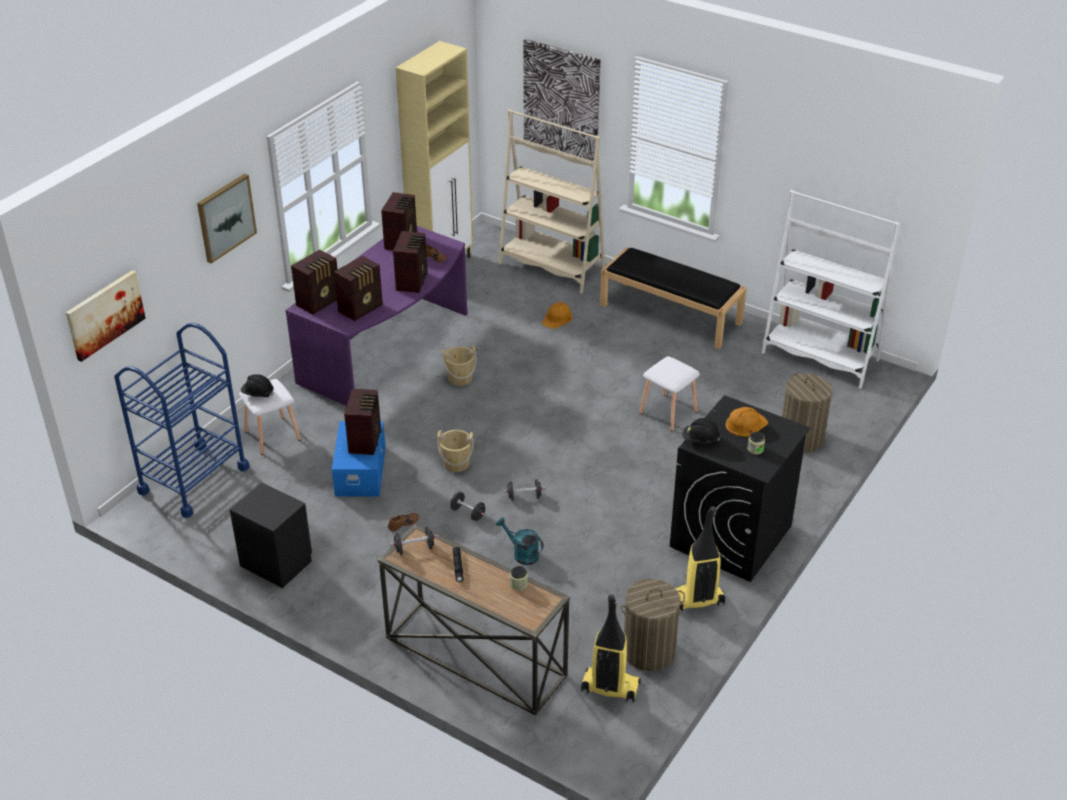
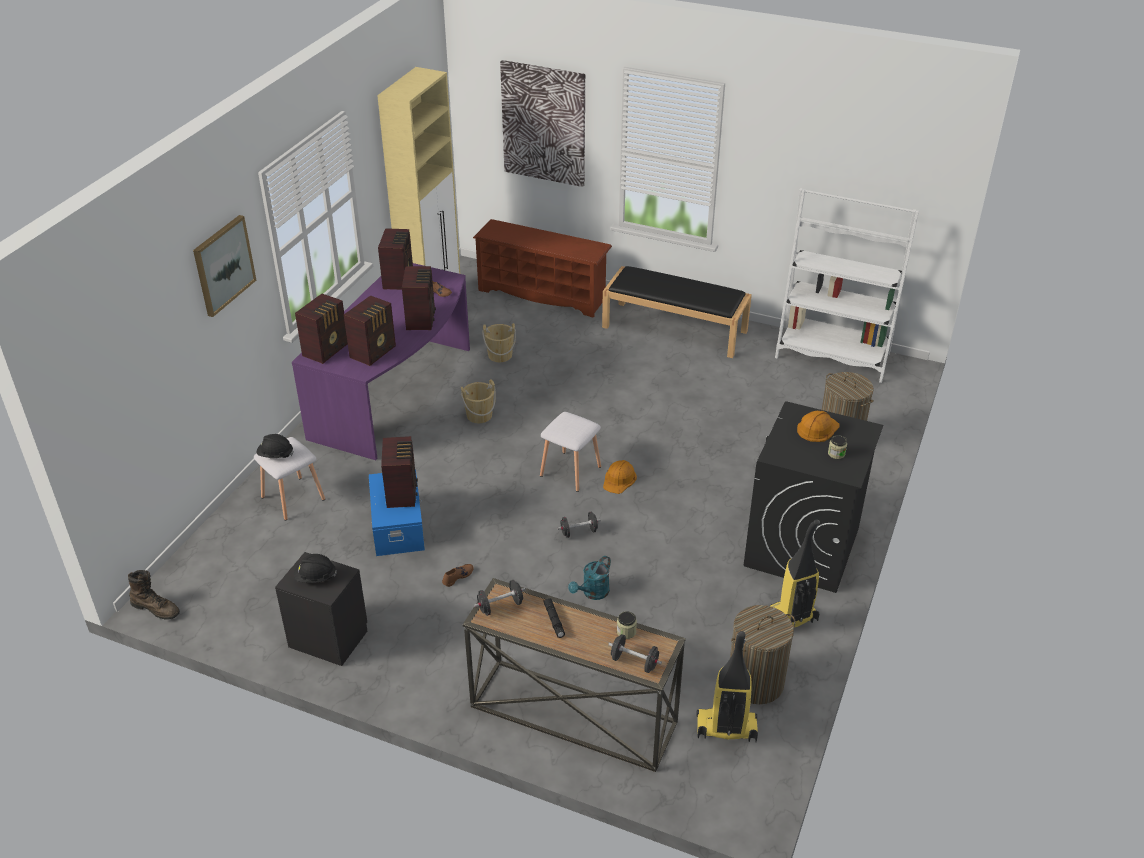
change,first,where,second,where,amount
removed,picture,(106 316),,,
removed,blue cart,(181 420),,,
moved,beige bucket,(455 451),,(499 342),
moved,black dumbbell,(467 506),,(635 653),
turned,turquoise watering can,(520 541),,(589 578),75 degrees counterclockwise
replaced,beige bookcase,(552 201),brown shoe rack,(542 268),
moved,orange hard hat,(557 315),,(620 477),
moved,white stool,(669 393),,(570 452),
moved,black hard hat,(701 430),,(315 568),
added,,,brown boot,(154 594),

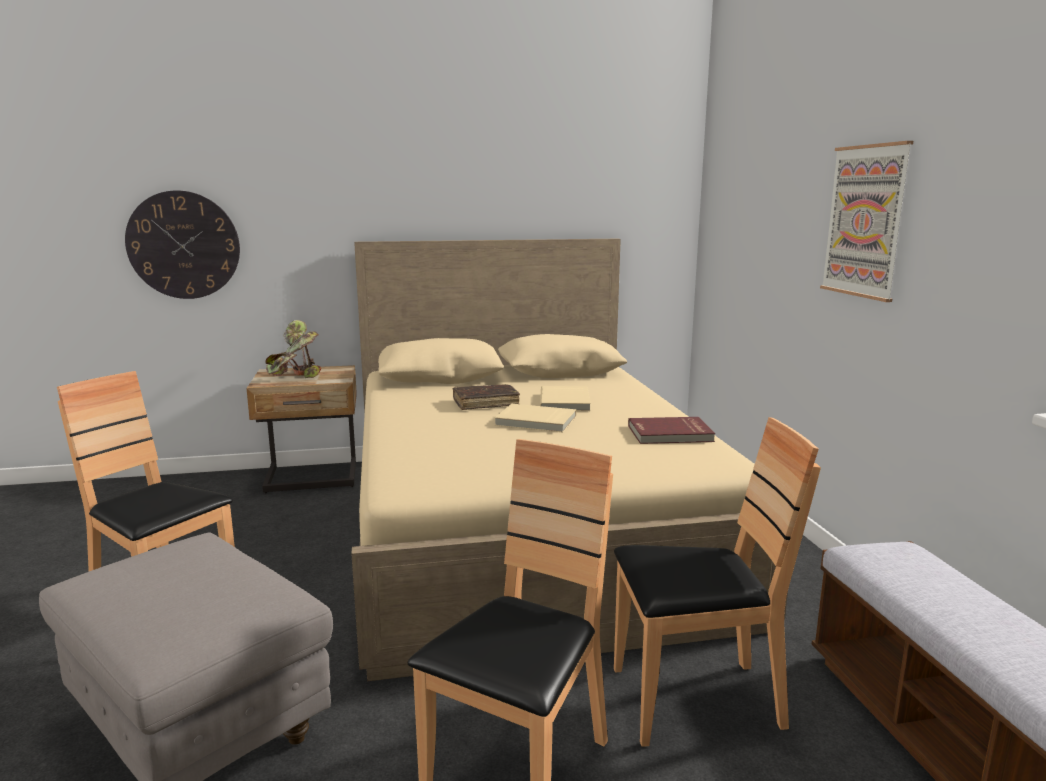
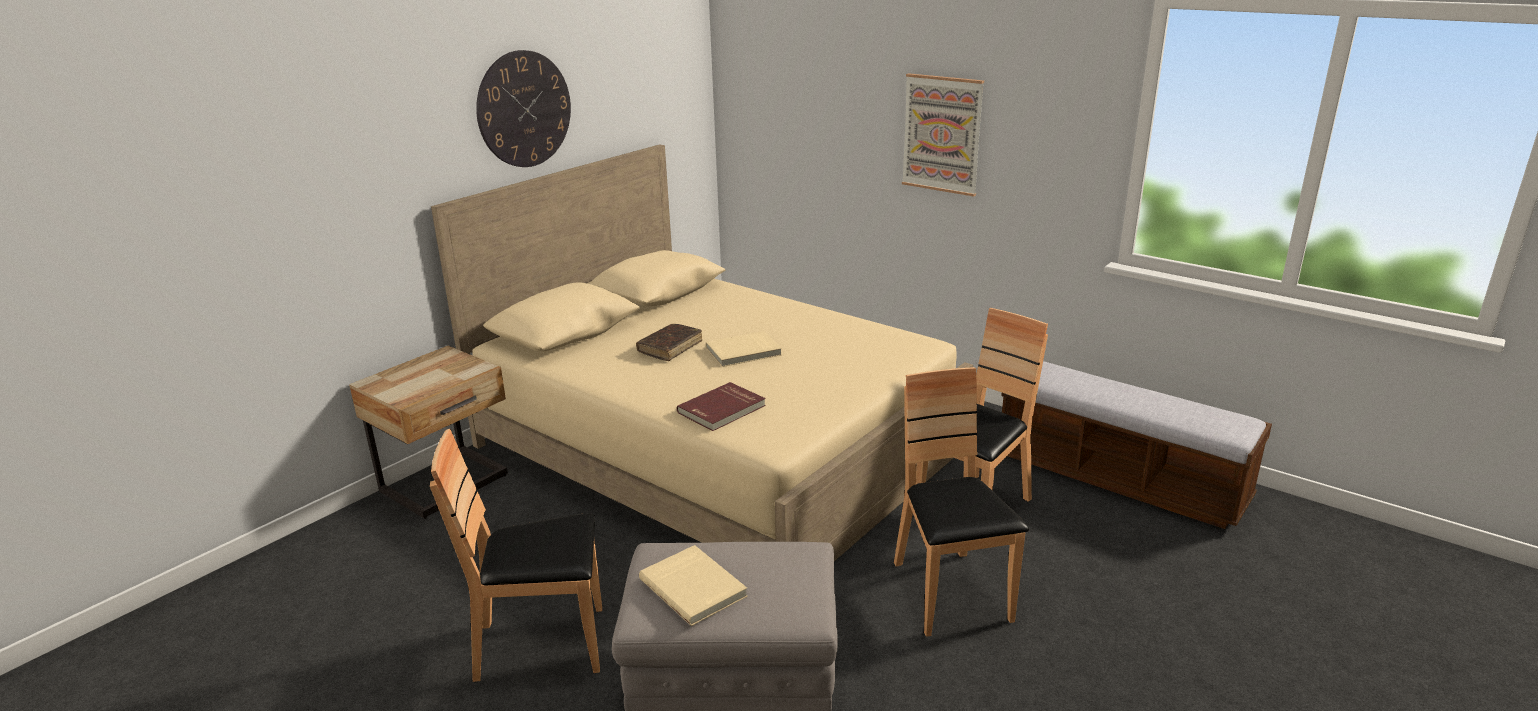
change,first,where,second,where,amount
moved,wall clock,(182 245),,(523 108),
removed,potted plant,(293 349),,,
moved,beige book,(565 398),,(693 585),
moved,red book,(671 430),,(721 406),

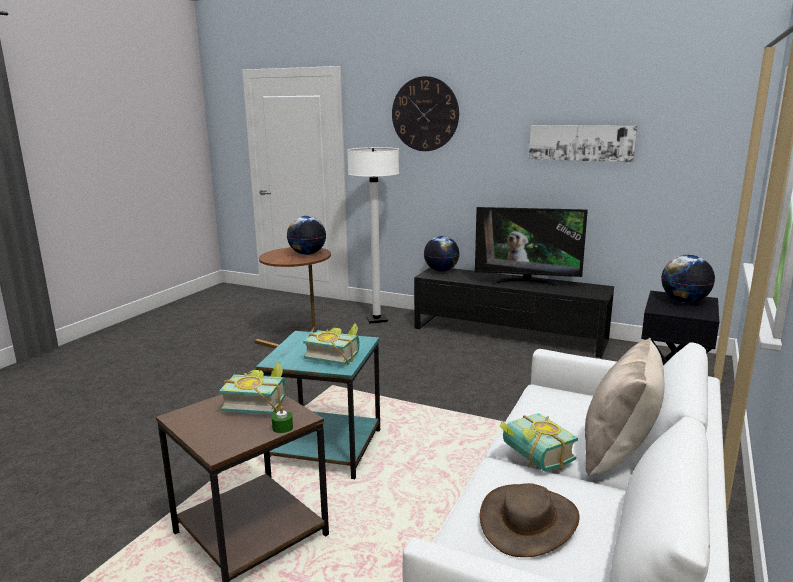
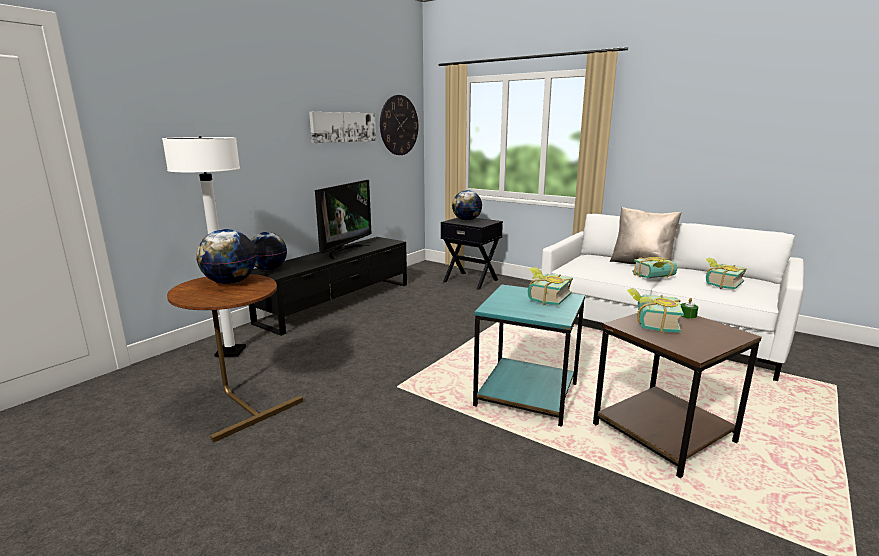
change,first,where,second,where,amount
moved,wall clock,(425 113),,(399 125),
replaced,brown hat,(529 520),book,(726 273),

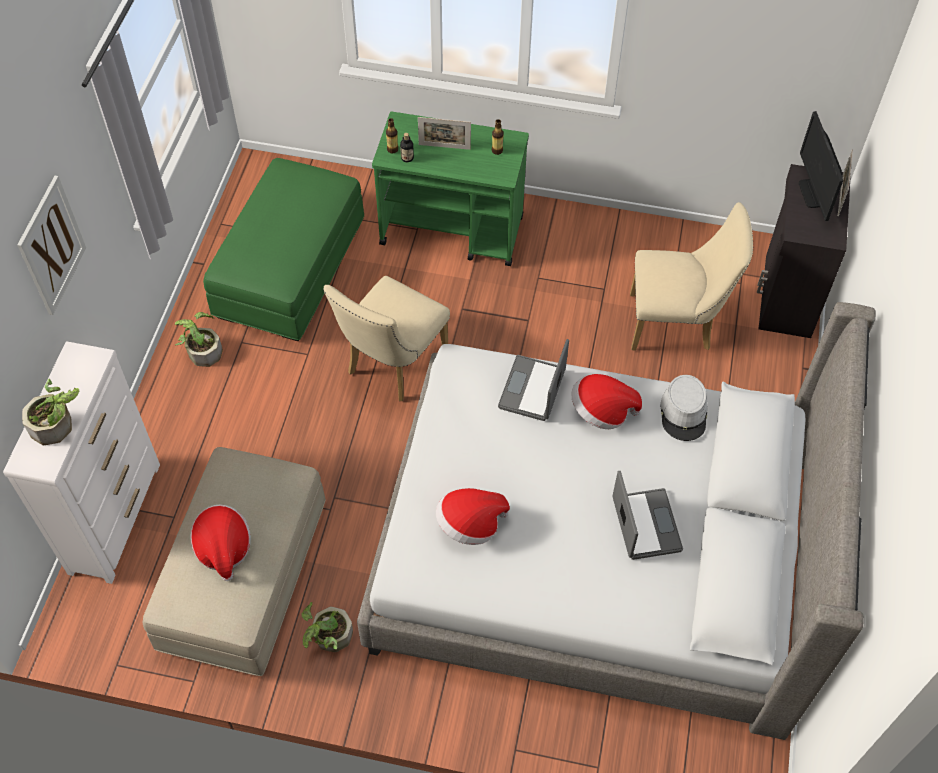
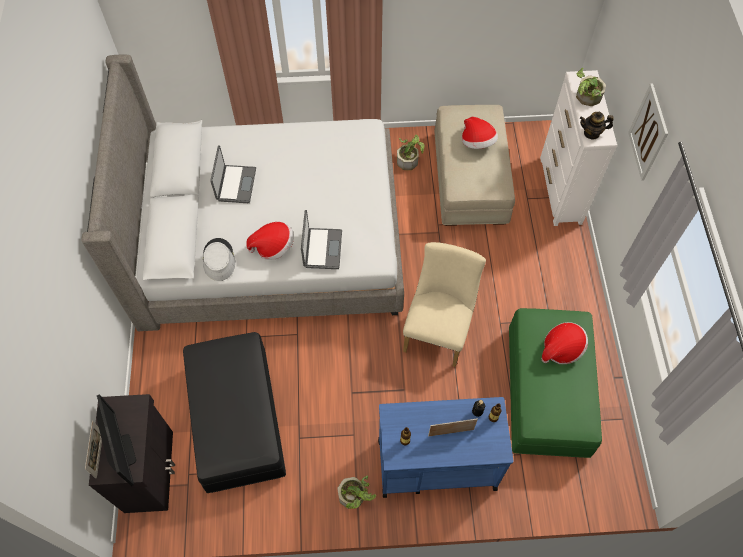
change,first,where,second,where,amount
moved,potted plant,(199 339),,(356 492),
recoloured,green cart,(450 189),blue cart,(445 447),
moved,hat,(473 516),,(564 343),
turned,laptop,(647 515),,(233 174),150 degrees counterclockwise
replaced,beige chair,(691 276),black ottoman,(234 412),
added,,,teapot,(597 125),

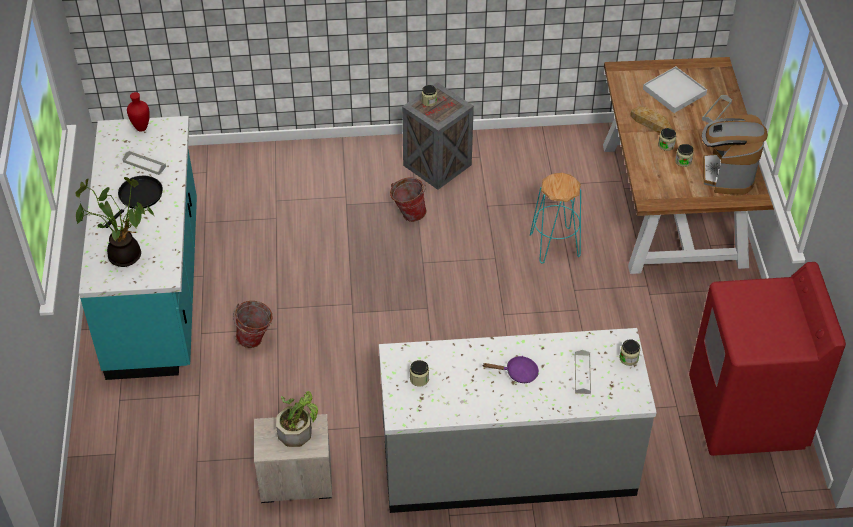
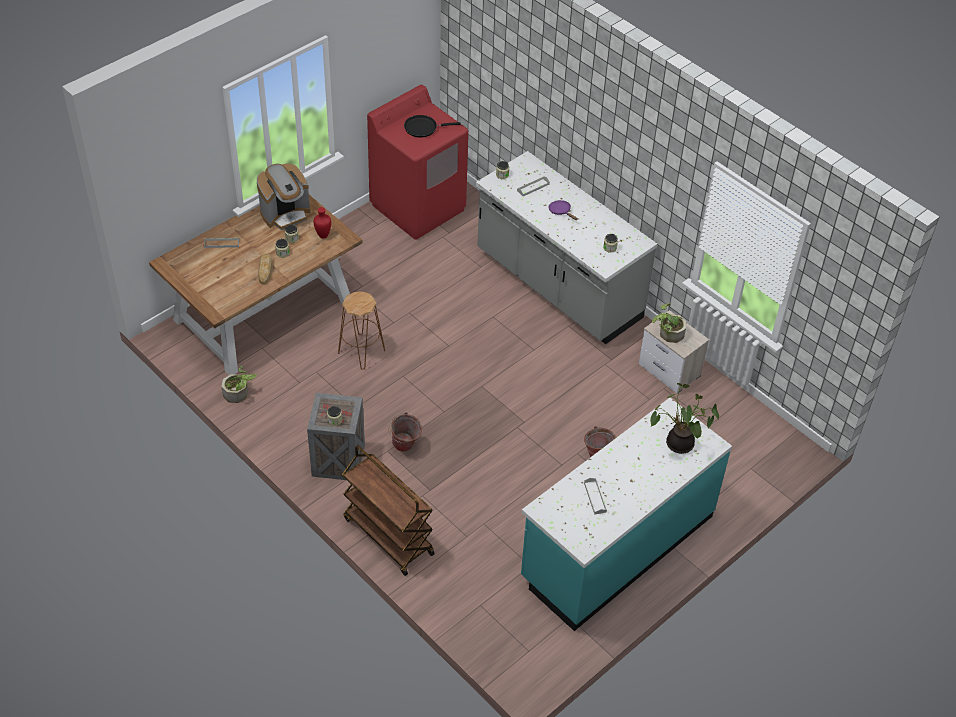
change,first,where,second,where,amount
moved,black frying pan,(133 201),,(432 126),
moved,red vase,(138 112),,(322 223),
recoloured,turquoise stool,(555 218),brown stool,(361 330),
removed,white tray,(675 89),,,
added,,,potted plant,(239 384),
added,,,brown cart,(388 510),

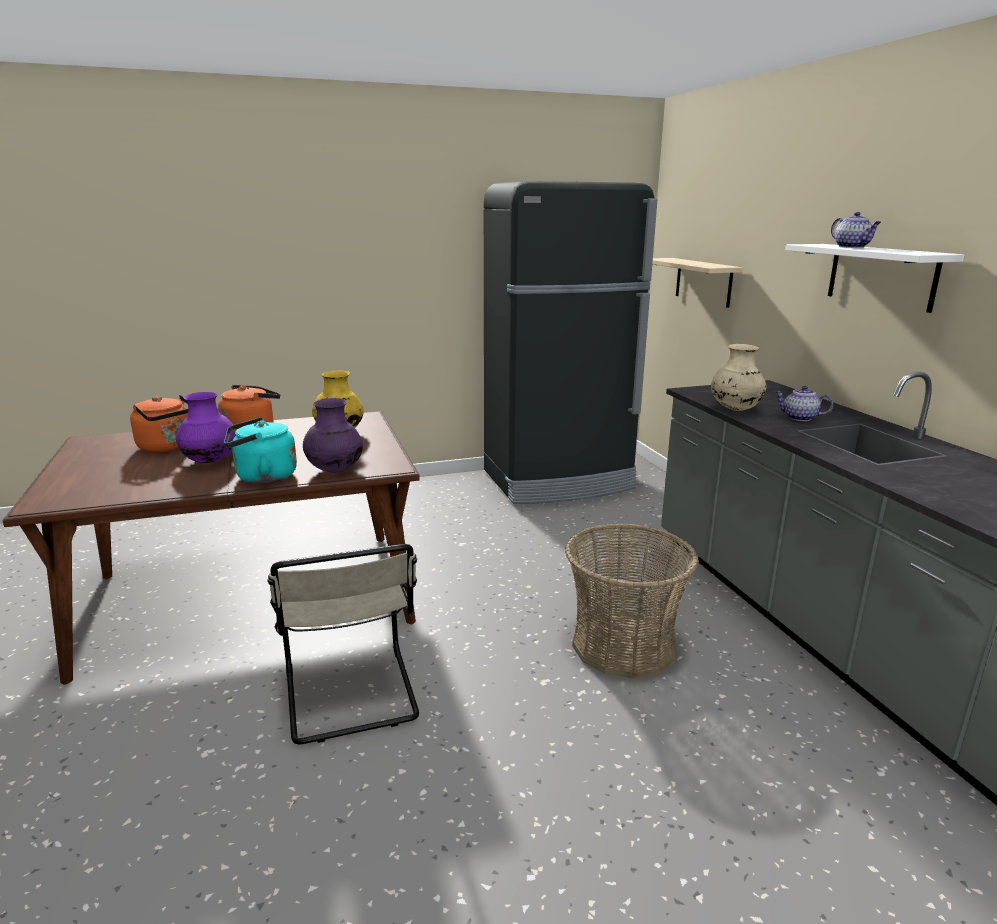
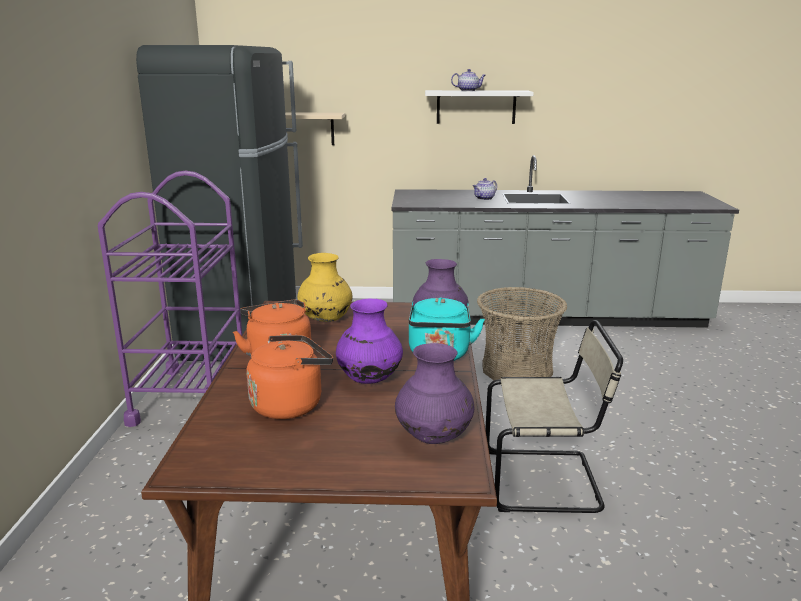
change,first,where,second,where,amount
removed,beige vase,(739 377),,,
added,,,purple cart,(170 299),
added,,,purple vase,(434 393),

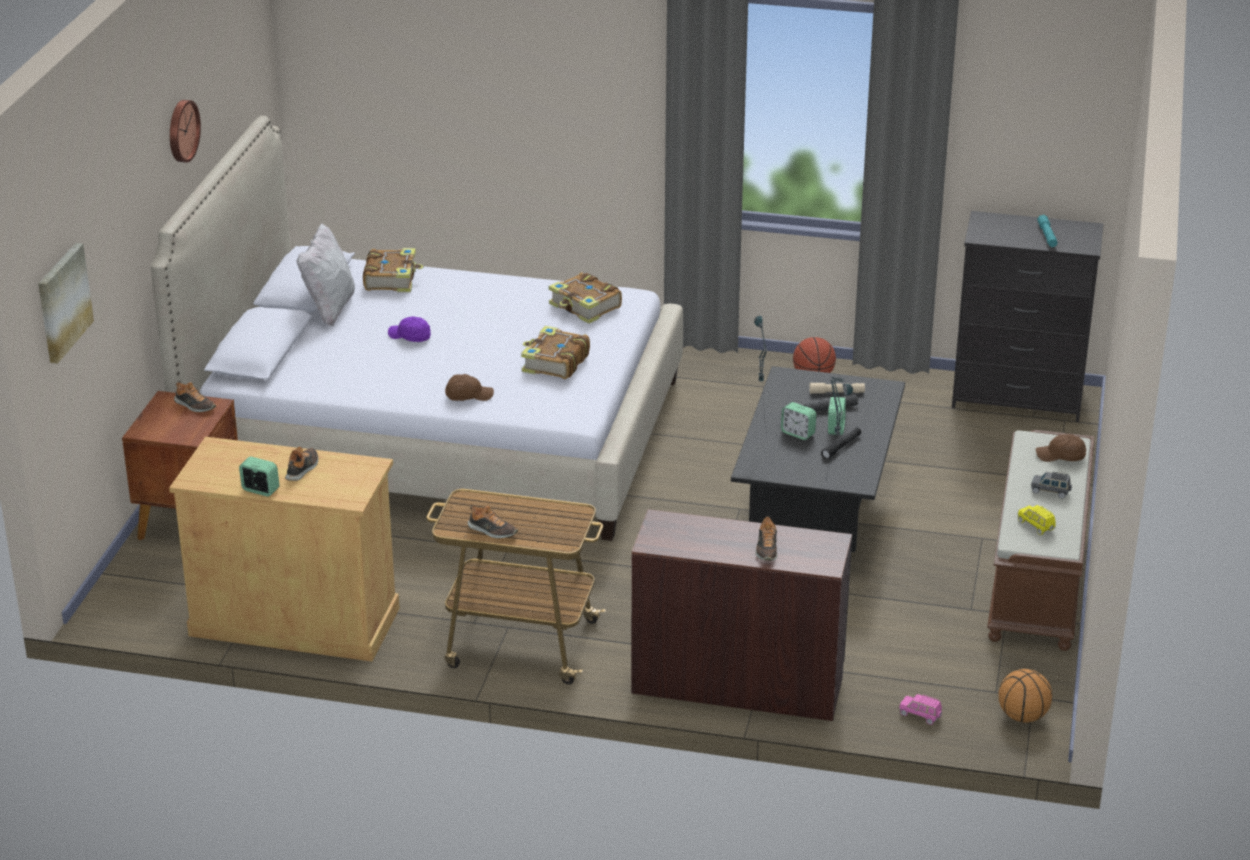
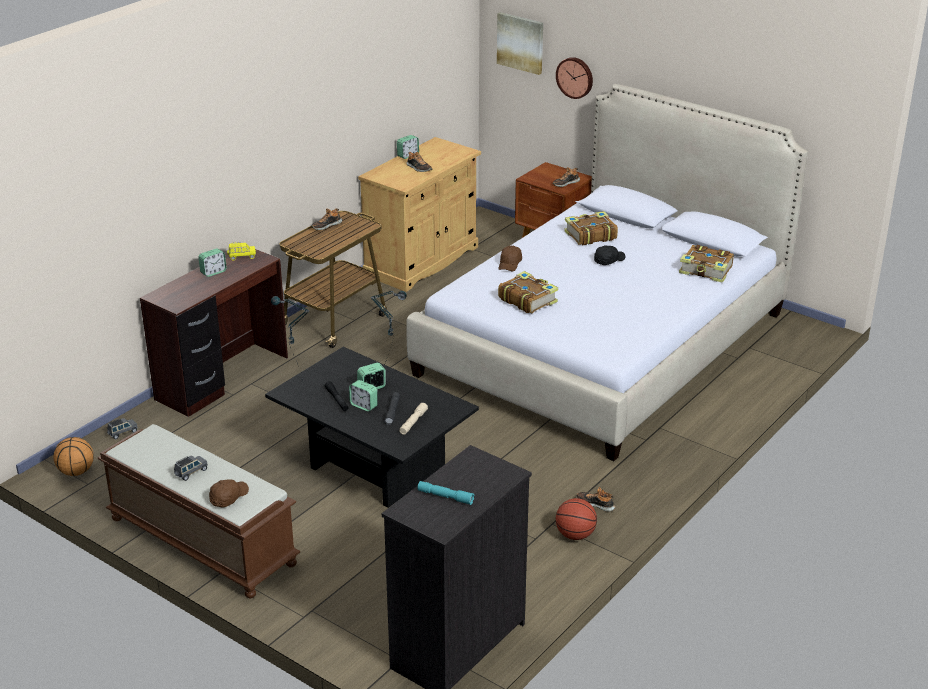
change,first,where,second,where,amount
moved,wall clock,(185 131),,(574 78),
removed,white pillow,(325 274),,,
recoloured,purple cap,(409 329),black cap,(610 255),
moved,book,(585 298),,(591 228),
moved,shoe,(766 538),,(595 499),
recoloured,pink toy car,(920 709),grey toy car,(122 428),
moved,yellow toy car,(1037 520),,(241 251),
added,,,alarm clock,(212 262),

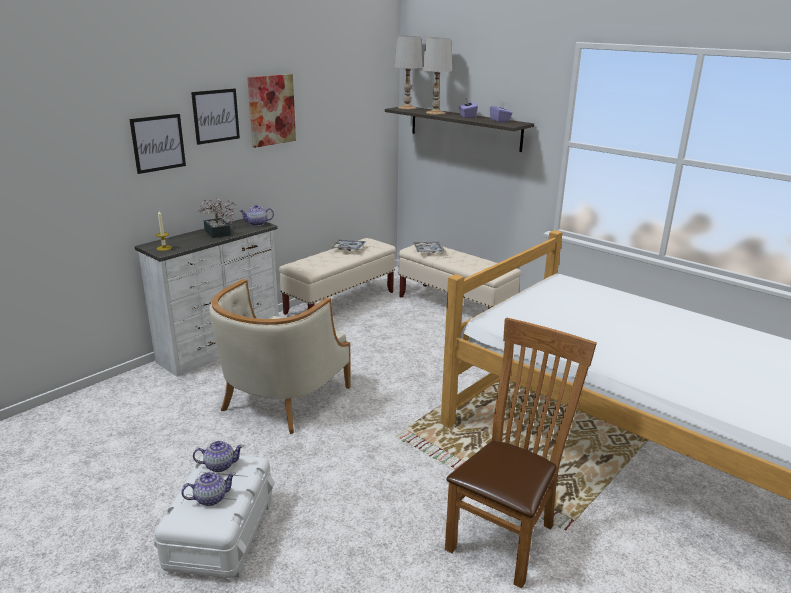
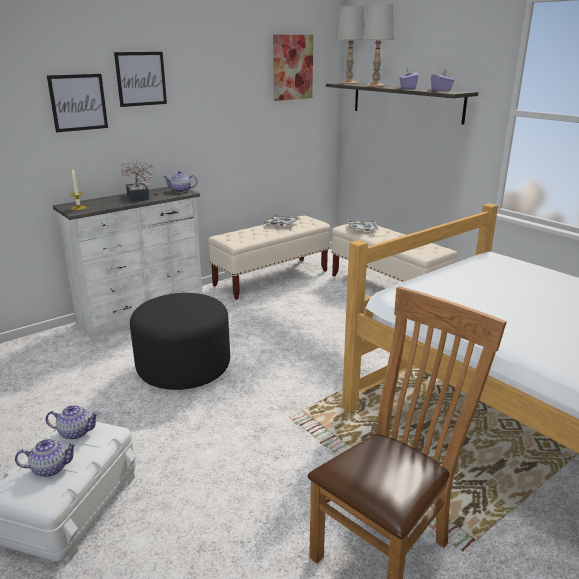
change,first,where,second,where,amount
replaced,beige armchair,(280 356),black ottoman,(180 341),
moved,picture,(271 111),,(293 68),

